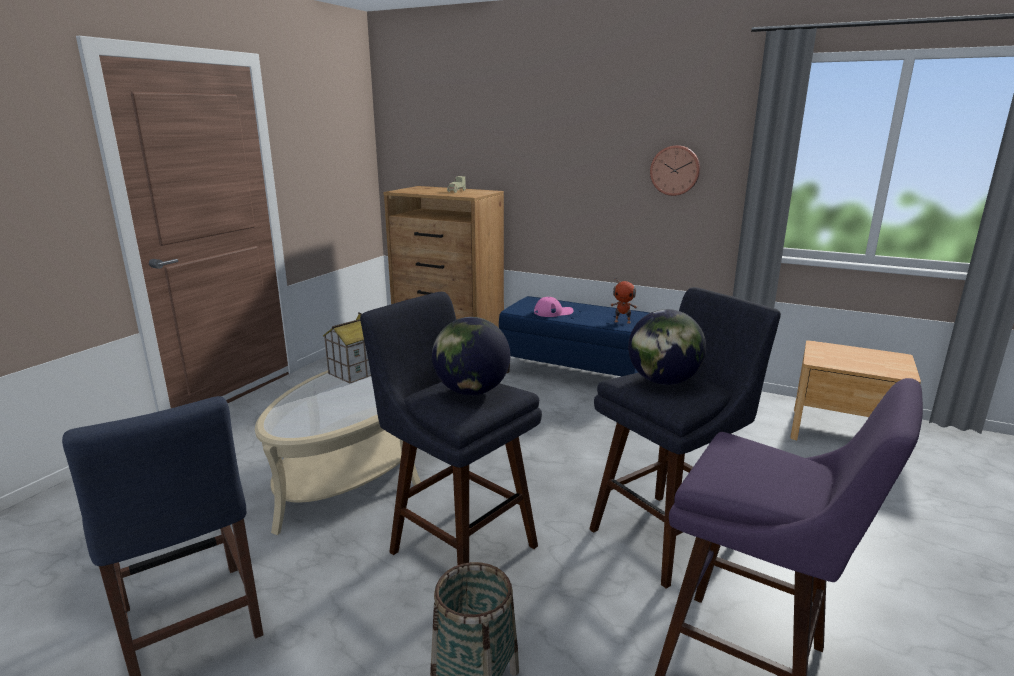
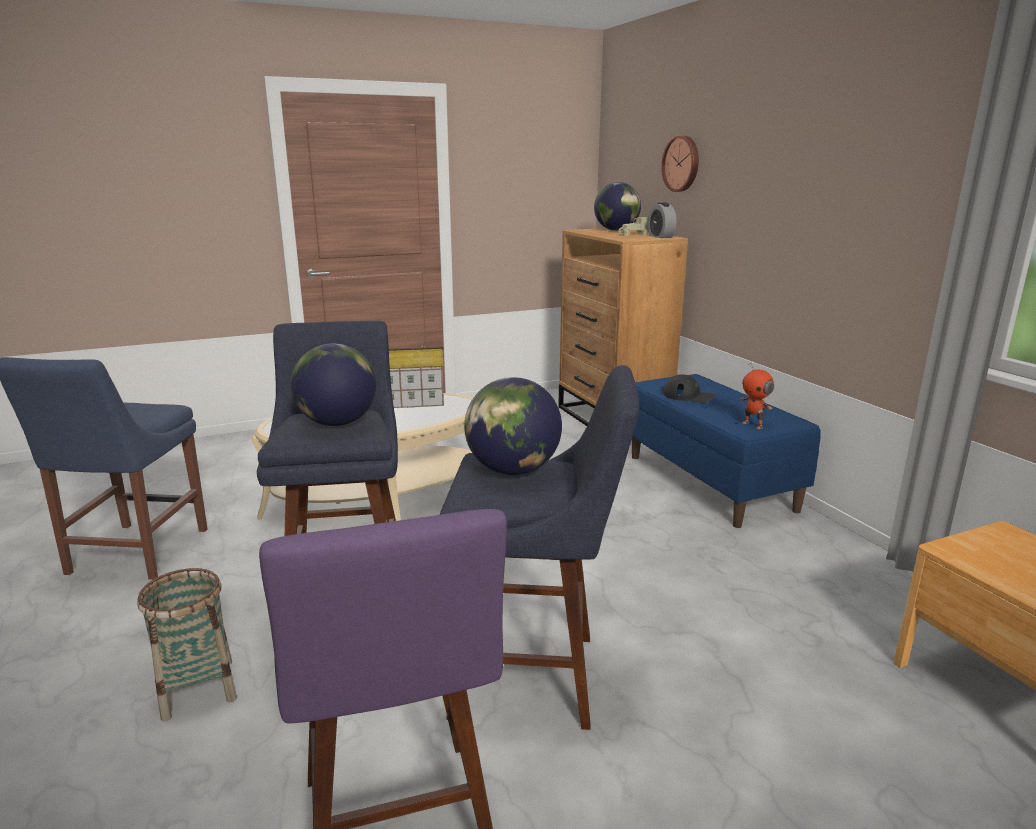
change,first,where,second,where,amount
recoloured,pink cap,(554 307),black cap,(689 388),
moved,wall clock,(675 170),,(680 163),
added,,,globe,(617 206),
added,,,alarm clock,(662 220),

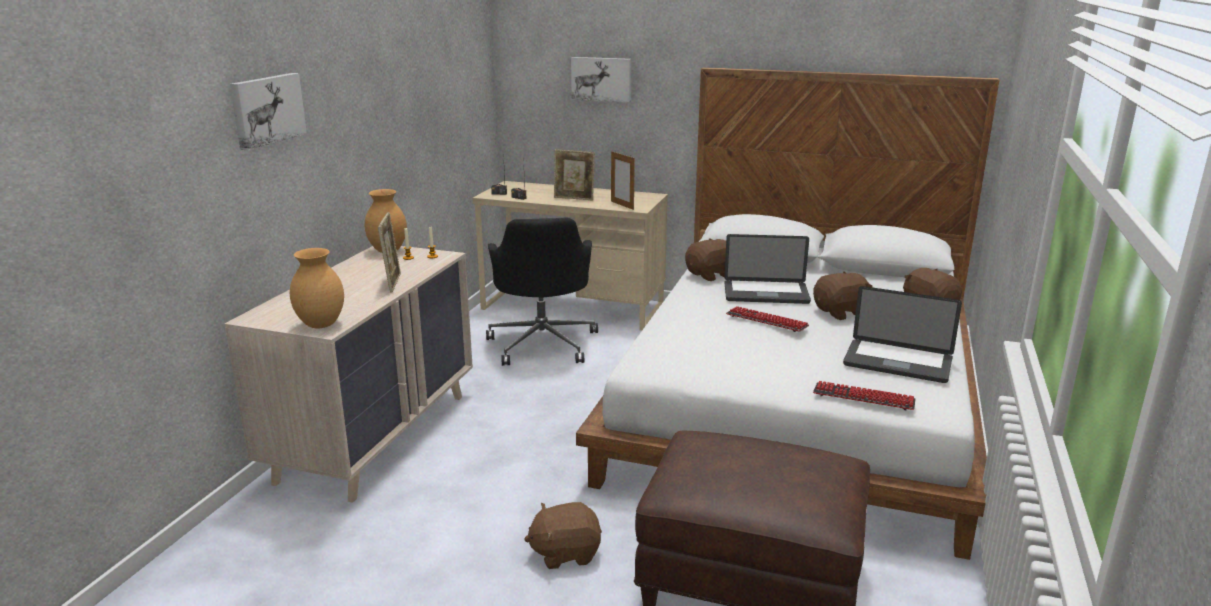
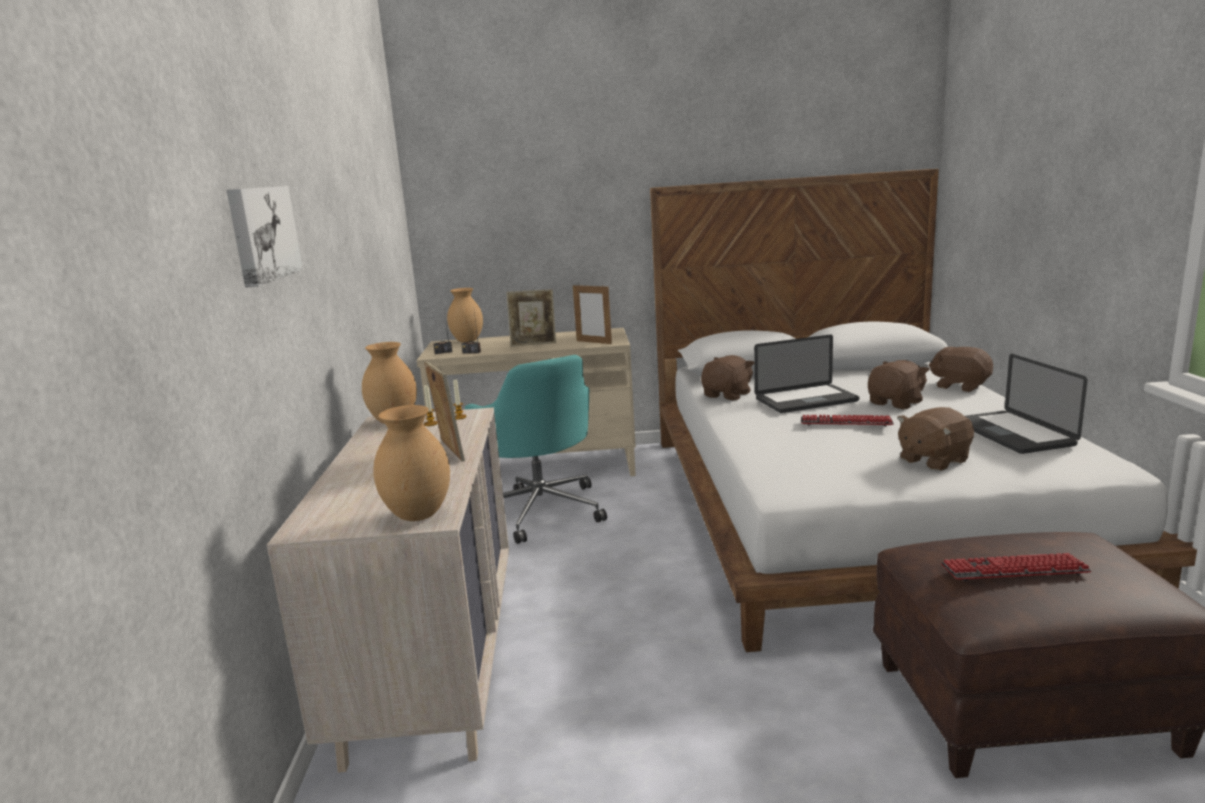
change,first,where,second,where,amount
recoloured,black office chair,(542 291),turquoise office chair,(536 449),
moved,brown plush toy,(563 535),,(935 439),
removed,picture,(601 80),,,
moved,keyboard,(864 396),,(1016 567),
turned,laptop,(902 334),,(1026 404),75 degrees clockwise
added,,,brown vase,(465 315),

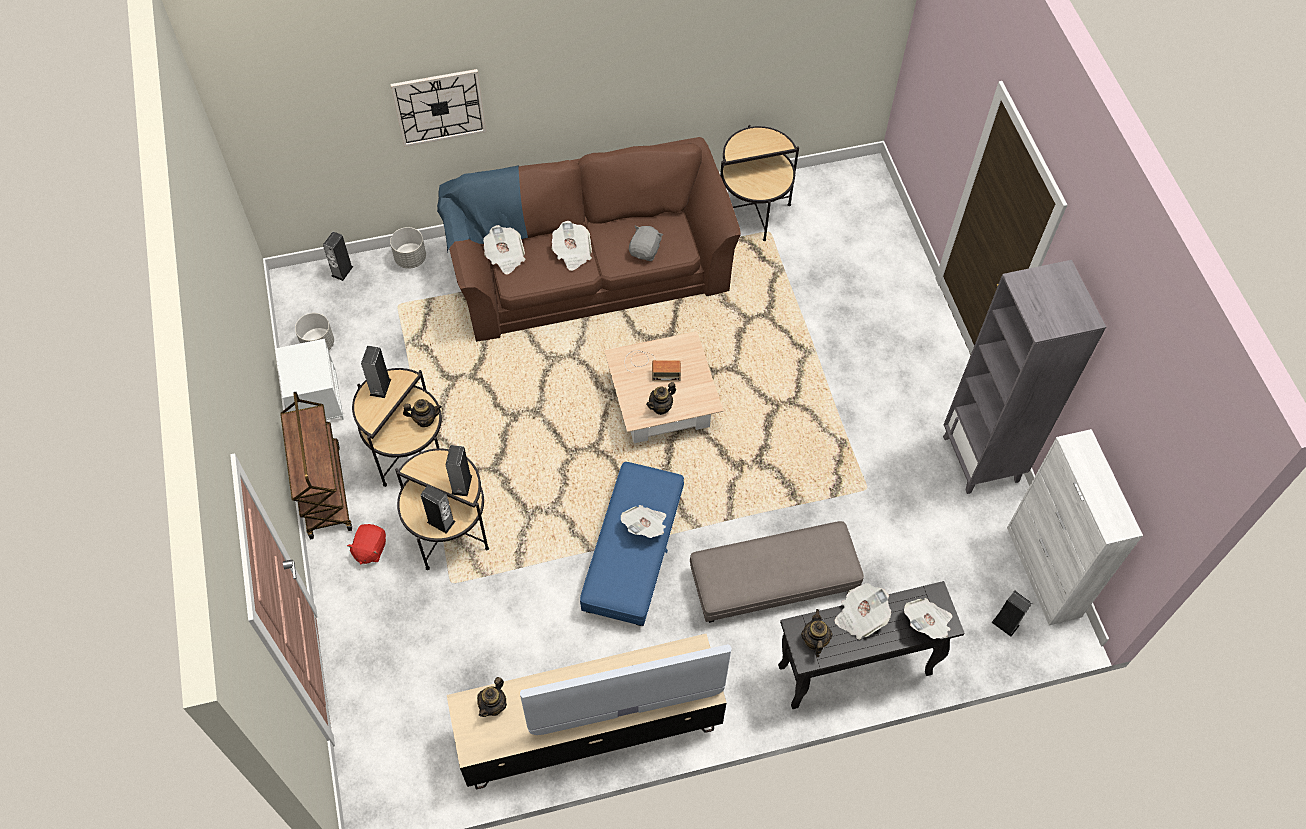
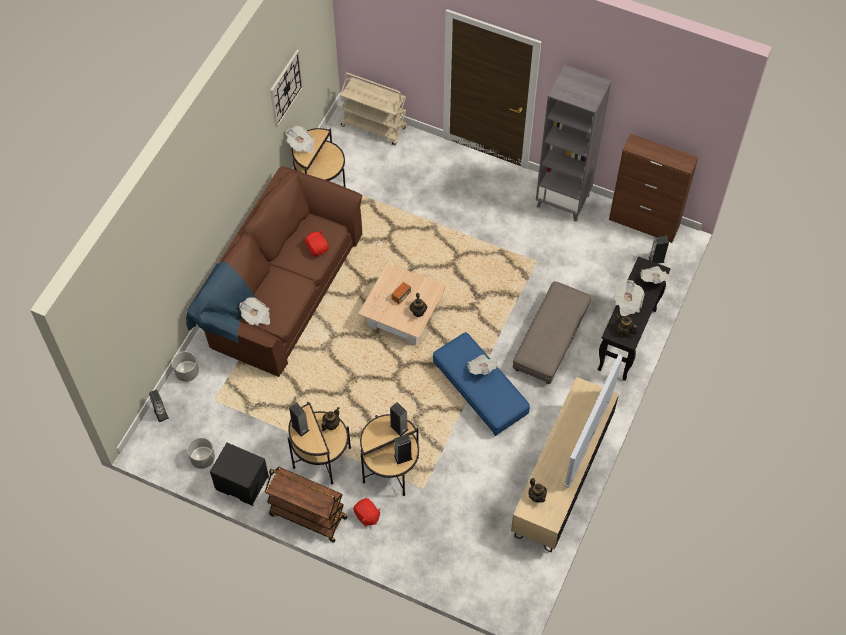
change,first,where,second,where,amount
recoloured,white nightstand,(310 379),black nightstand,(239 474),
moved,wall clock,(438 108),,(286 89),
moved,newspaper,(571 246),,(300 139),
recoloured,grey plush toy,(646 243),red plush toy,(316 244),
recoloured,white cabinet,(1075 527),brown cabinet,(653 188),
added,,,beige cart,(373 108),

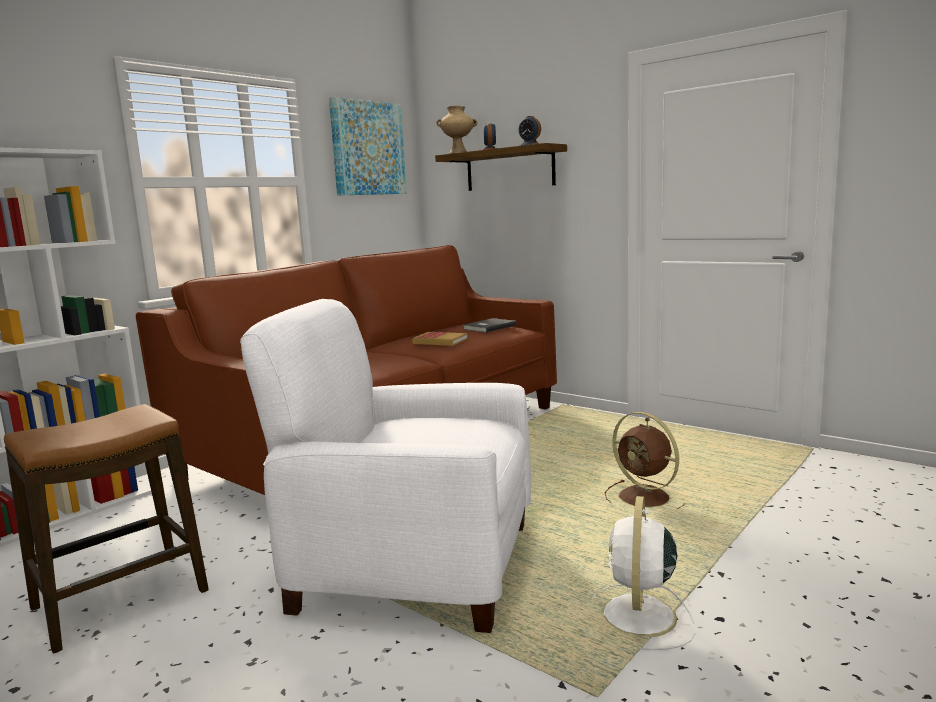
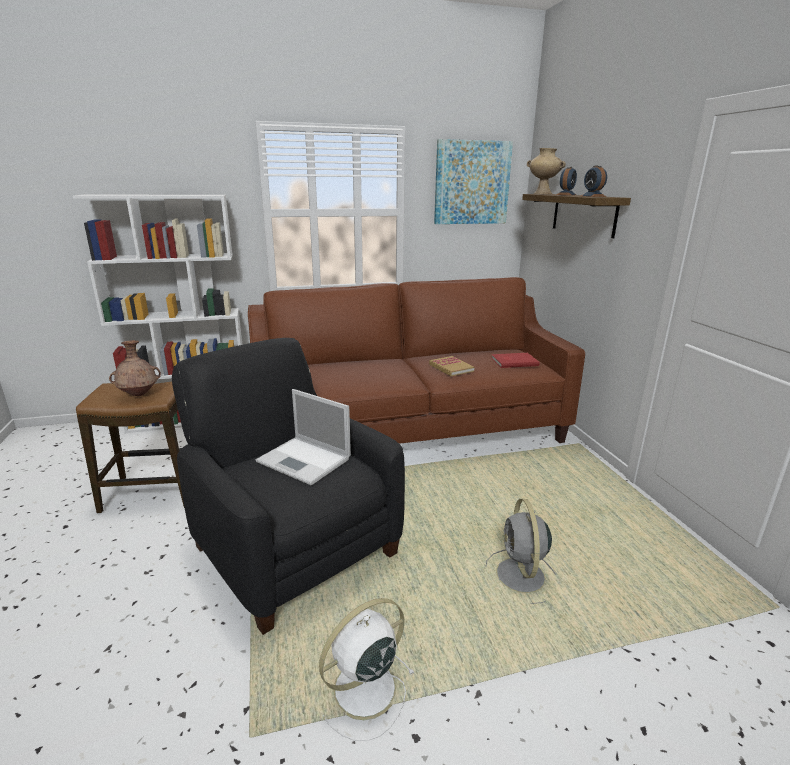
change,first,where,second,where,amount
recoloured,white armchair,(385 466),black armchair,(288 486),
recoloured,grey book,(490 325),red book,(515 360),
recoloured,brown fan,(645 460),grey fan,(520 551),
added,,,brown vase,(135 368),
added,,,laptop,(303 437),

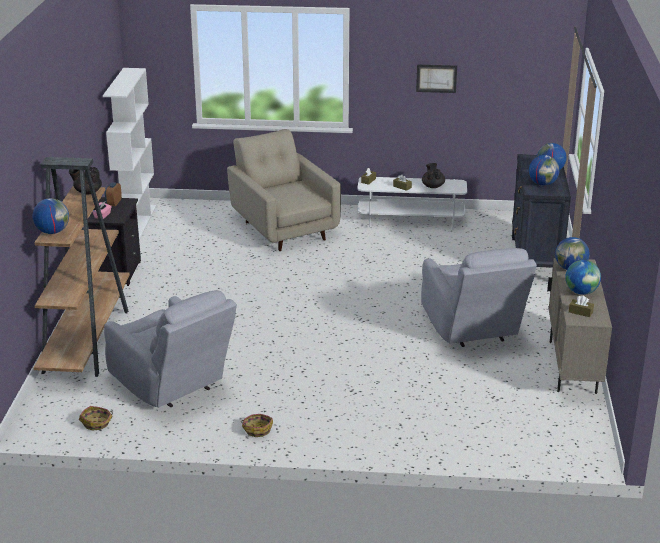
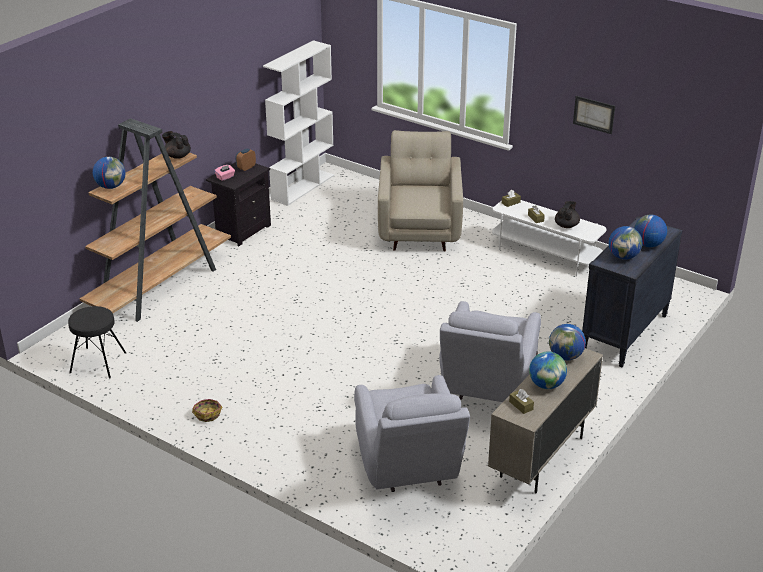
change,first,where,second,where,amount
replaced,basket,(96 418),black stool,(97 342),
moved,grey armchair,(170 349),,(412 433),

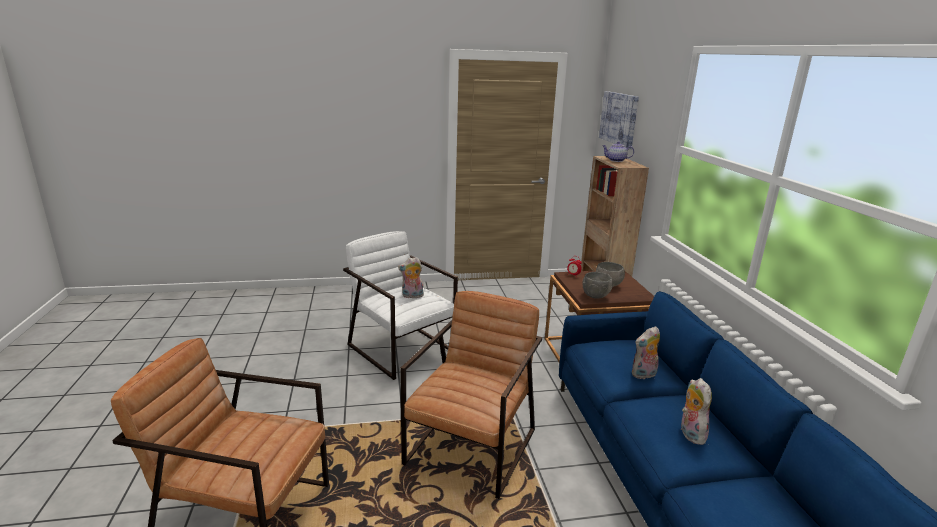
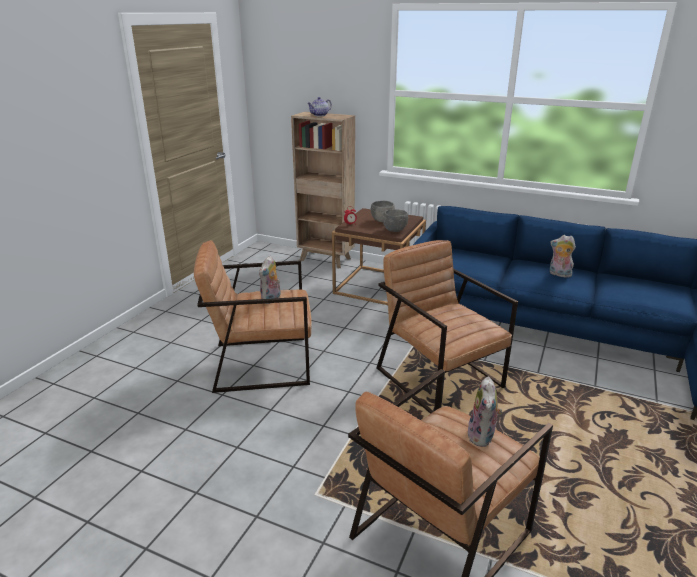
change,first,where,second,where,amount
recoloured,white armchair,(400 305),brown armchair,(253 316),
removed,picture,(619 120),,,
moved,plush toy,(645 353),,(485 412),

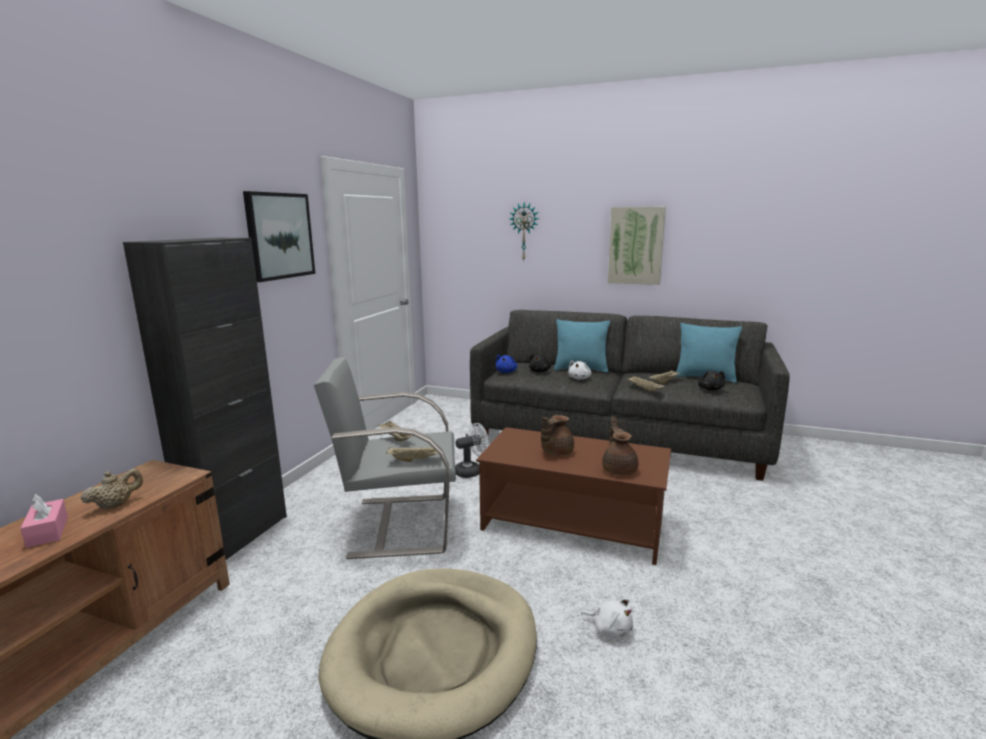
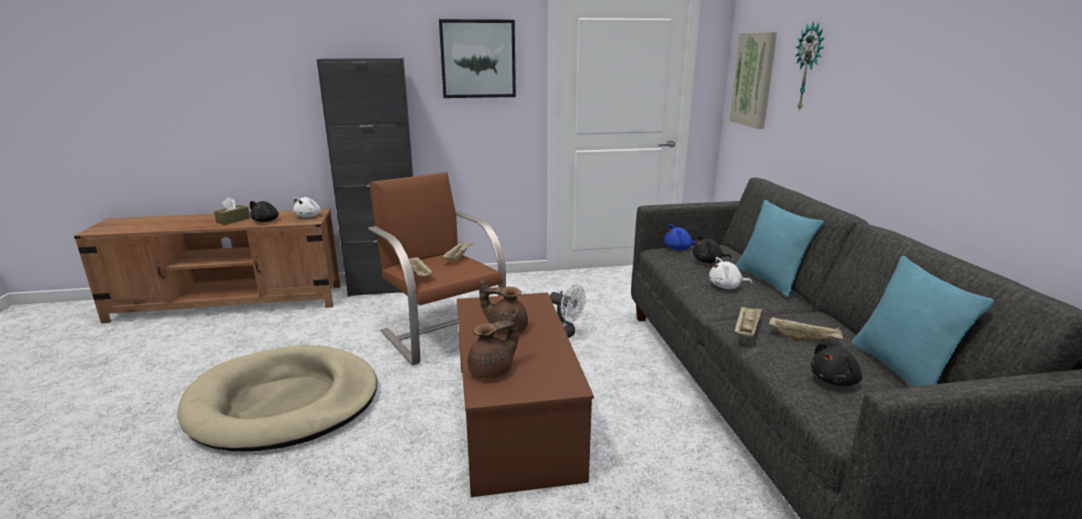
change,first,where,second,where,amount
recoloured,pink tissue box,(44 521),brown tissue box,(232 211),
replaced,beige teapot,(112 489),black plush toy,(264 211),
recoloured,grey armchair,(385 458),brown armchair,(437 268),
moved,white plush toy,(607 618),,(307 207),
moved,picture,(637 246),,(753 80),

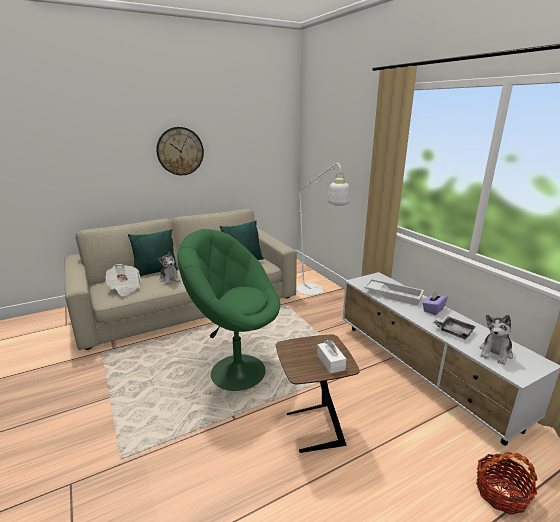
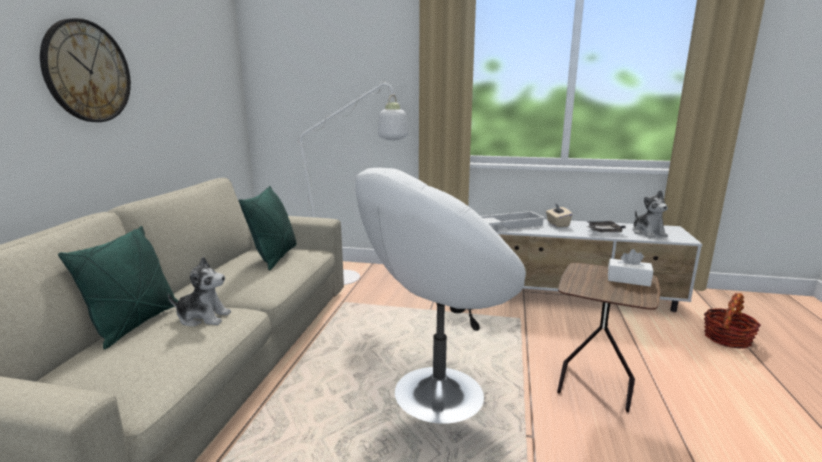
change,first,where,second,where,amount
removed,newspaper,(123 280),,,
recoloured,green armchair,(229 310),white armchair,(440 296),
recoloured,purple tissue box,(435 302),beige tissue box,(559 215),

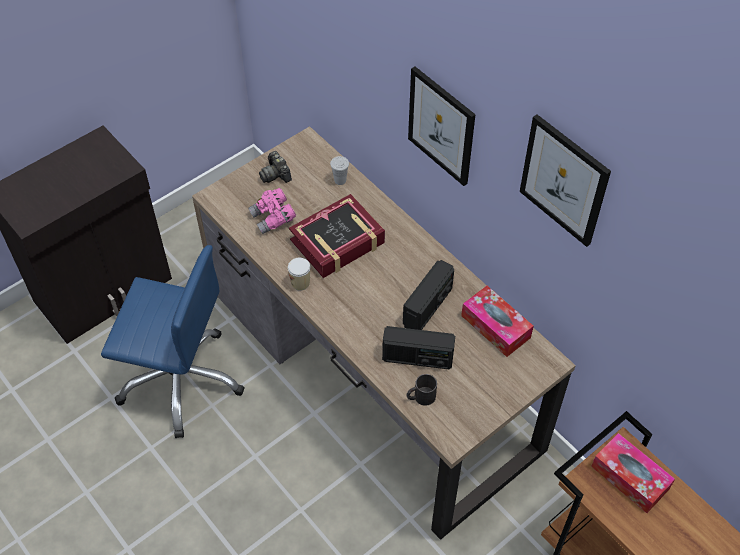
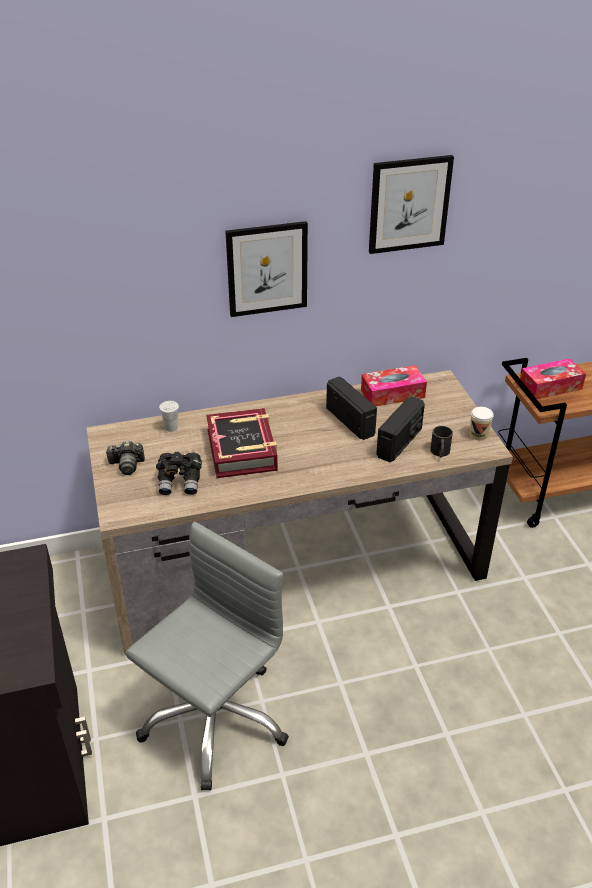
change,first,where,second,where,amount
recoloured,blue office chair,(172 341),grey office chair,(207 656),
recoloured,pink binoculars,(272 211),black binoculars,(179 473),
moved,cup,(299 274),,(482 424),

